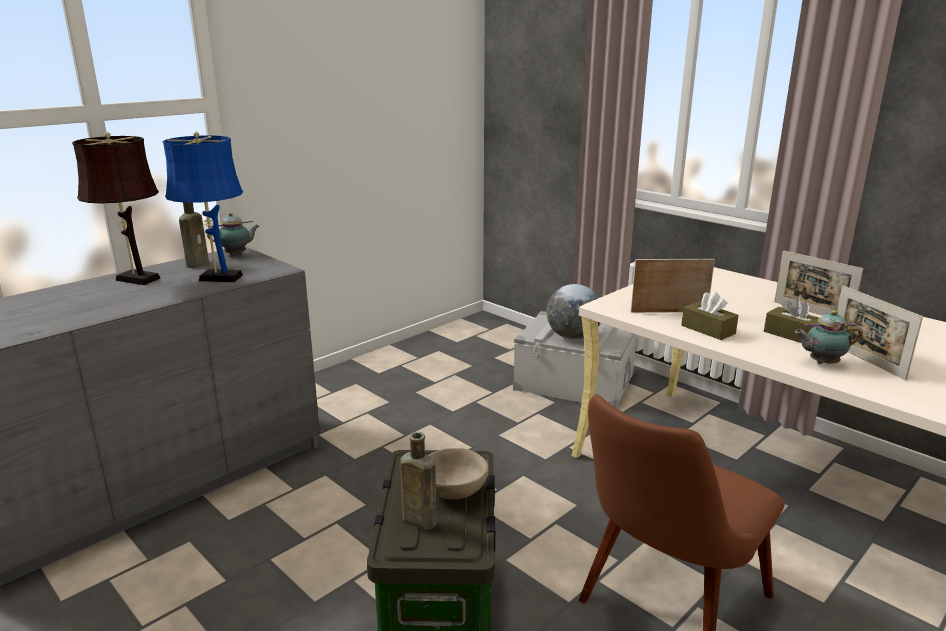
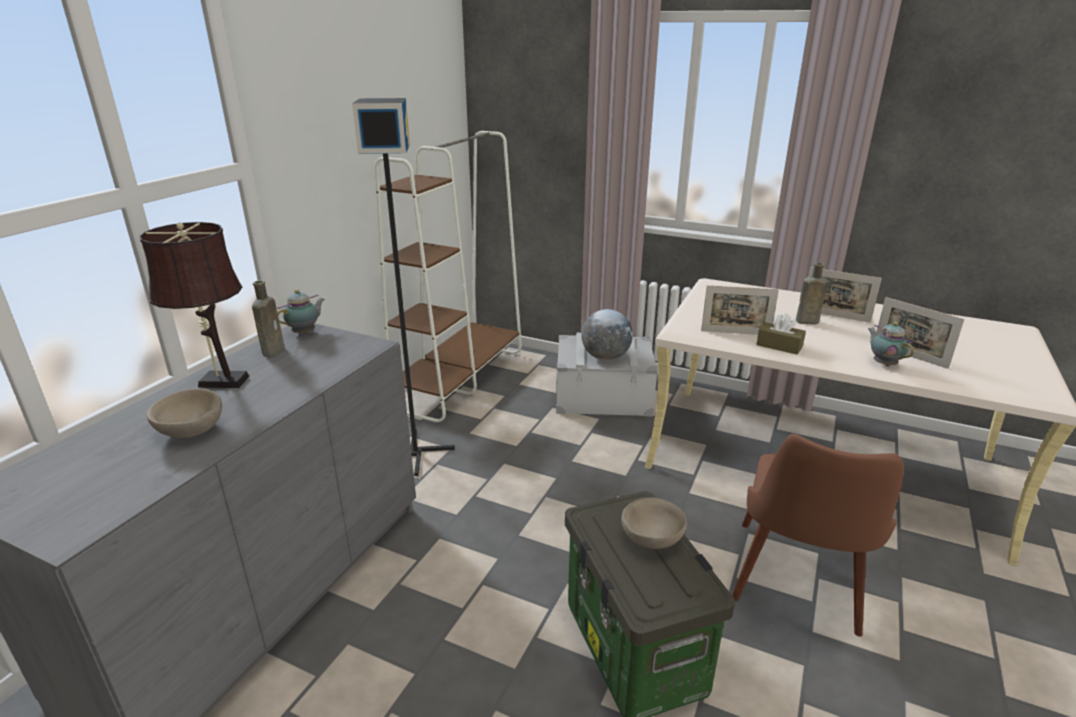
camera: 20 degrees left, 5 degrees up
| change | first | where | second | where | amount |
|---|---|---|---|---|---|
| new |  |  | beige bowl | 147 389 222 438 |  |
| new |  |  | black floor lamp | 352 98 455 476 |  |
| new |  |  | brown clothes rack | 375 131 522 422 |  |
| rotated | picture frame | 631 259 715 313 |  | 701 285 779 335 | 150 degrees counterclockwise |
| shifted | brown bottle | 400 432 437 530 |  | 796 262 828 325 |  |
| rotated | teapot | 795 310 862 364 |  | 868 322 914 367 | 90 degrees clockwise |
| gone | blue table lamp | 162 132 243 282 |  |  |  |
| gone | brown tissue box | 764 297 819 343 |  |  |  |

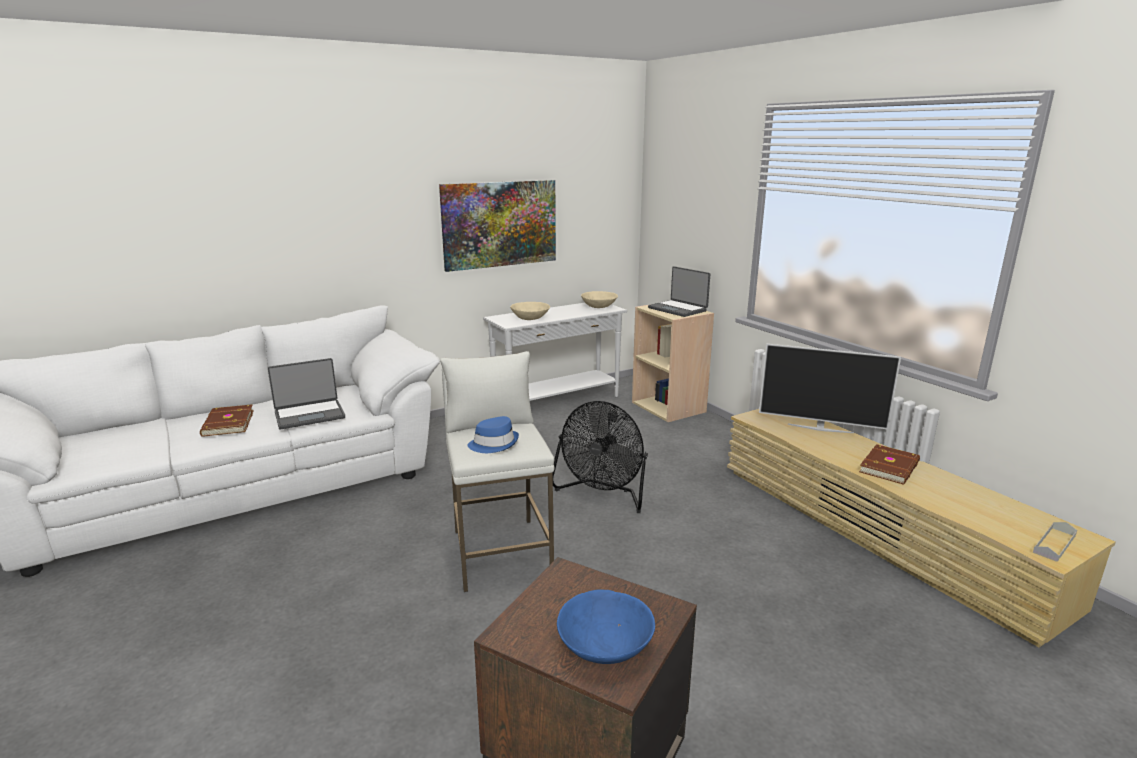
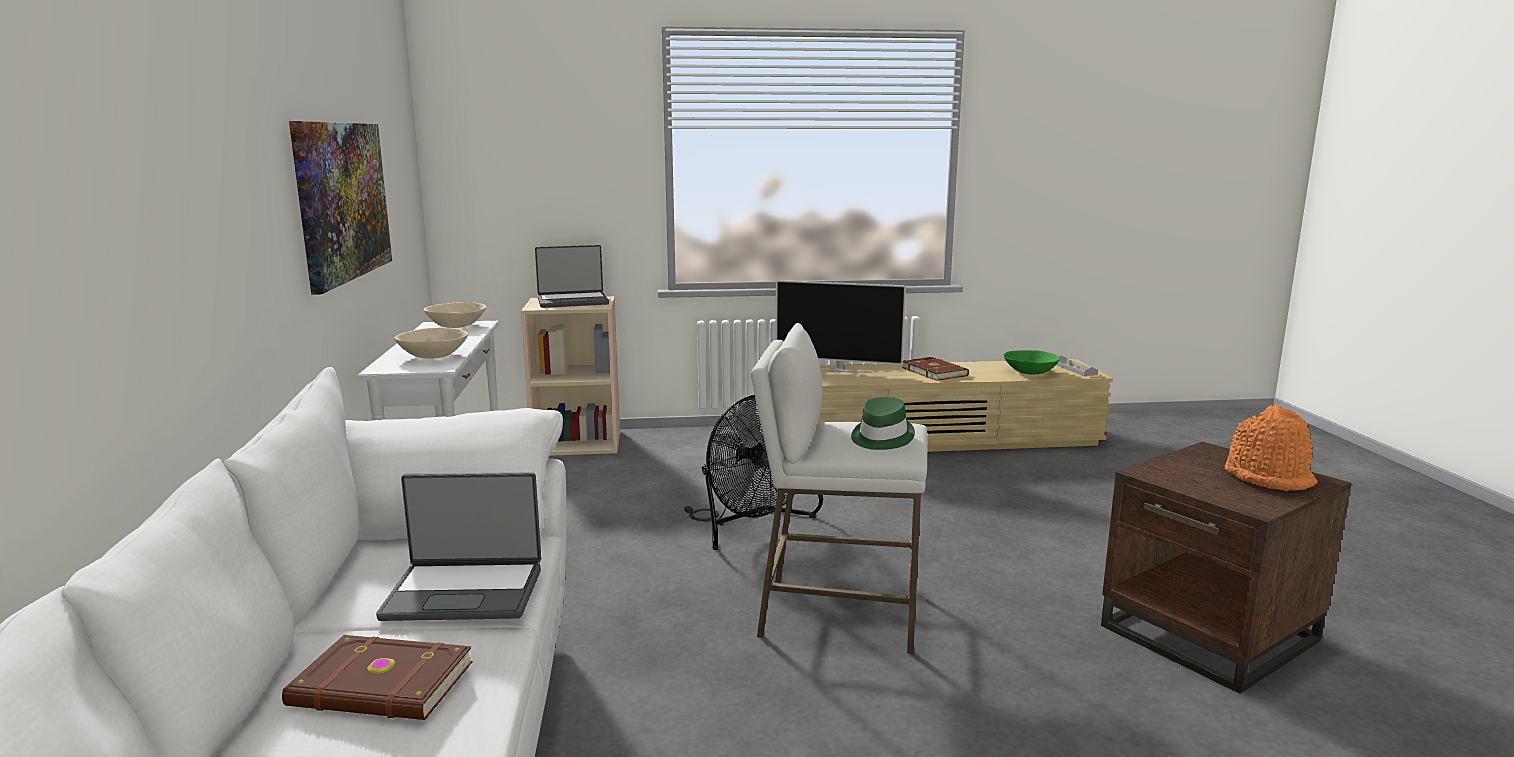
camera: 65 degrees left, 5 degrees down
| change | first | where | second | where | amount |
|---|---|---|---|---|---|
| rotated | laptop | 268 358 345 429 |  | 376 472 541 621 | 90 degrees clockwise |
| rotated | television | 759 344 901 433 |  | 776 280 906 373 | 60 degrees clockwise |
| repainted | blue hat | 468 416 519 453 | green hat | 851 397 915 450 |  |
| new |  |  | green bowl | 1003 350 1060 374 |  |
| swapped | blue bowl | 557 589 655 664 | orange hat | 1225 405 1318 491 |  |

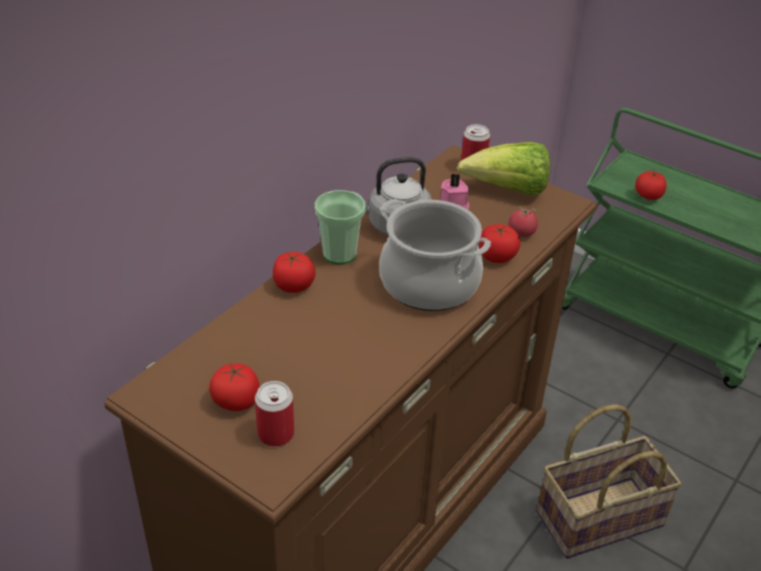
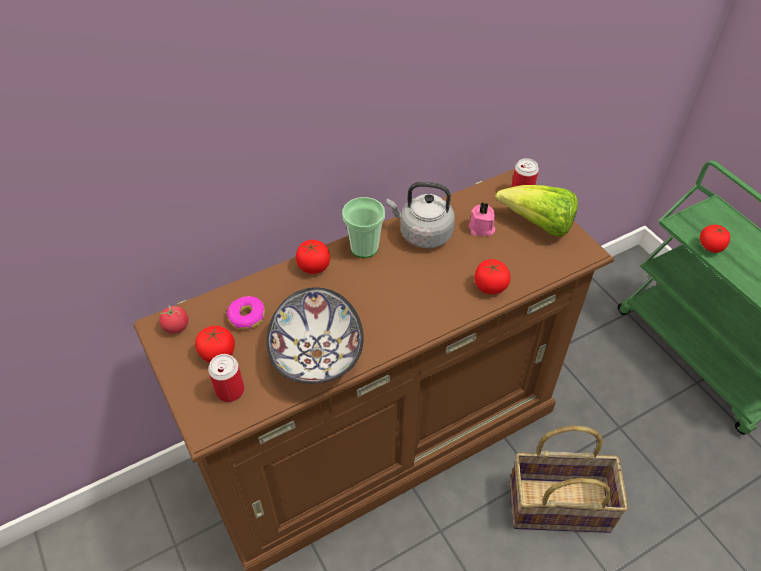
camera: 25 degrees right, 10 degrees up
| change | first | where | second | where | amount |
|---|---|---|---|---|---|
| shifted | tomato | 508 206 538 237 |  | 159 305 188 334 |  |
| new |  |  | donut | 227 296 265 330 |  |
| new |  |  | bowl | 267 287 364 383 |  |
| gone | cooking pot | 379 199 491 311 |  |  |  |

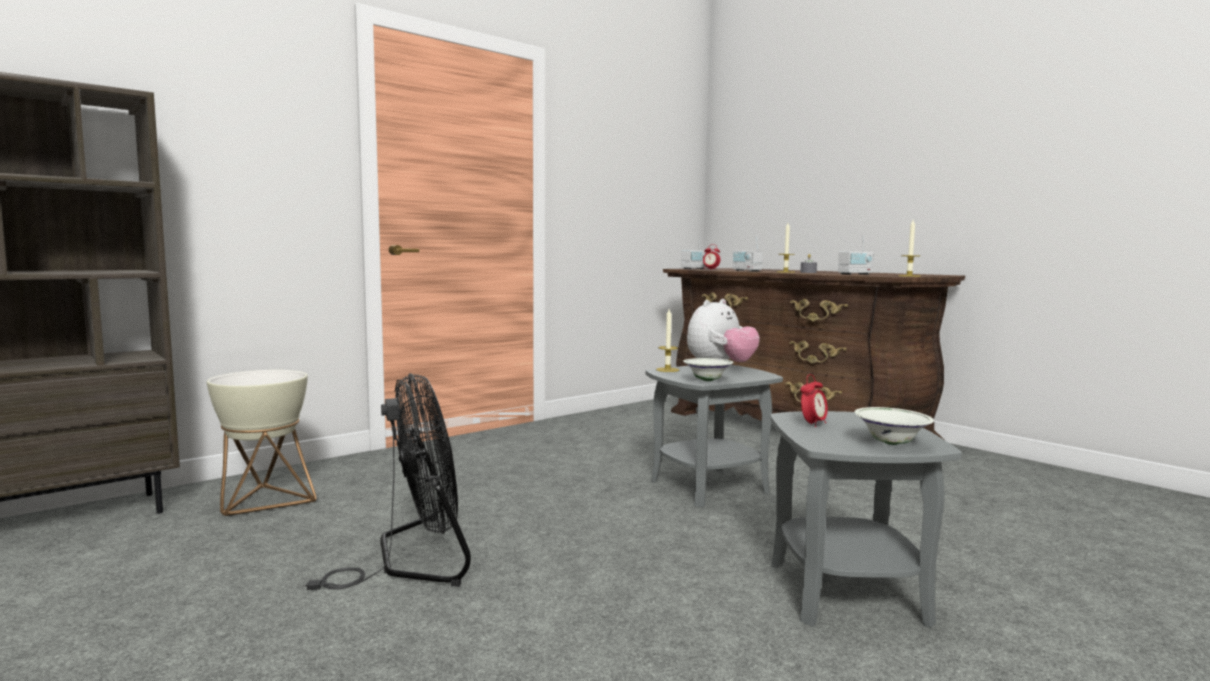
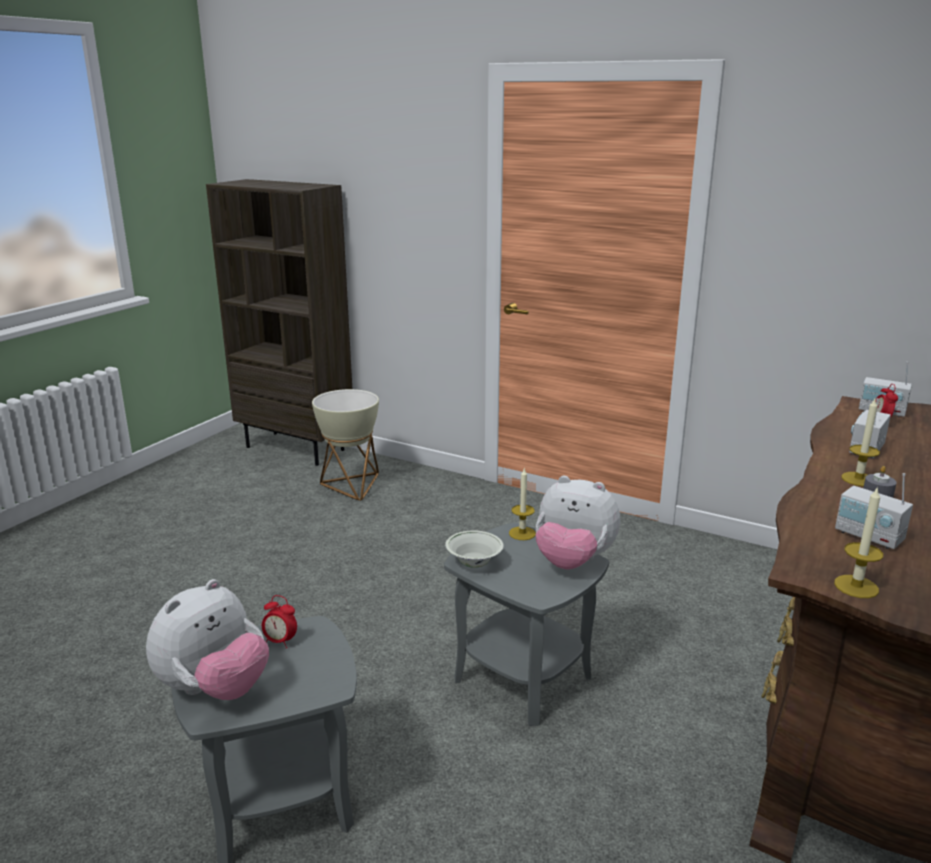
camera: 70 degrees right, 15 degrees up
| change | first | where | second | where | amount |
|---|---|---|---|---|---|
| swapped | white bowl | 854 407 934 445 | plush toy | 146 579 269 700 |  |
| gone | black fan | 303 373 471 590 |  |  |  |

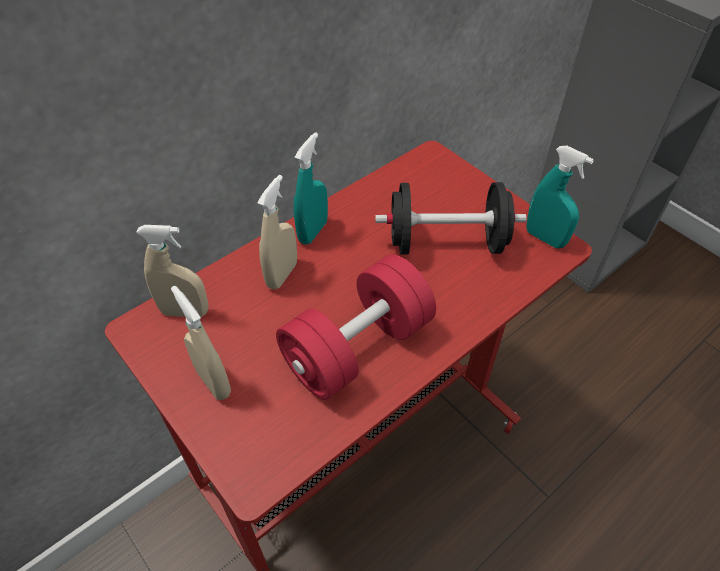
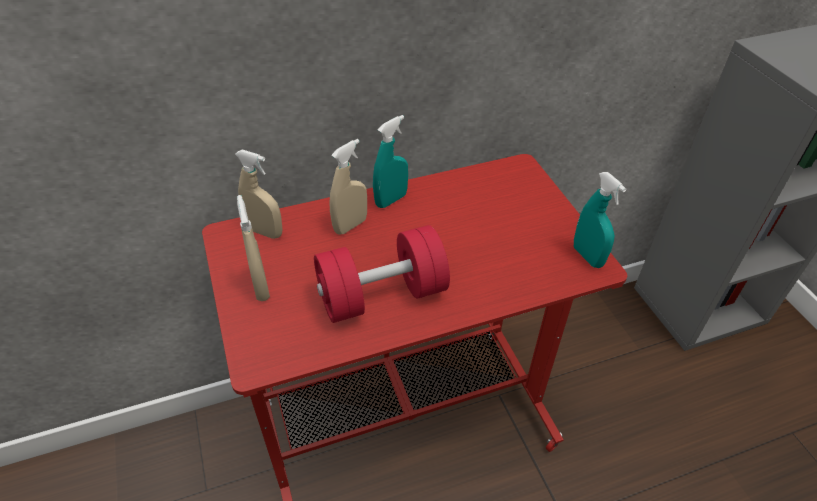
camera: 20 degrees right, 5 degrees down
| change | first | where | second | where | amount |
|---|---|---|---|---|---|
| gone | black dumbbell | 375 182 527 254 |  |  |  |

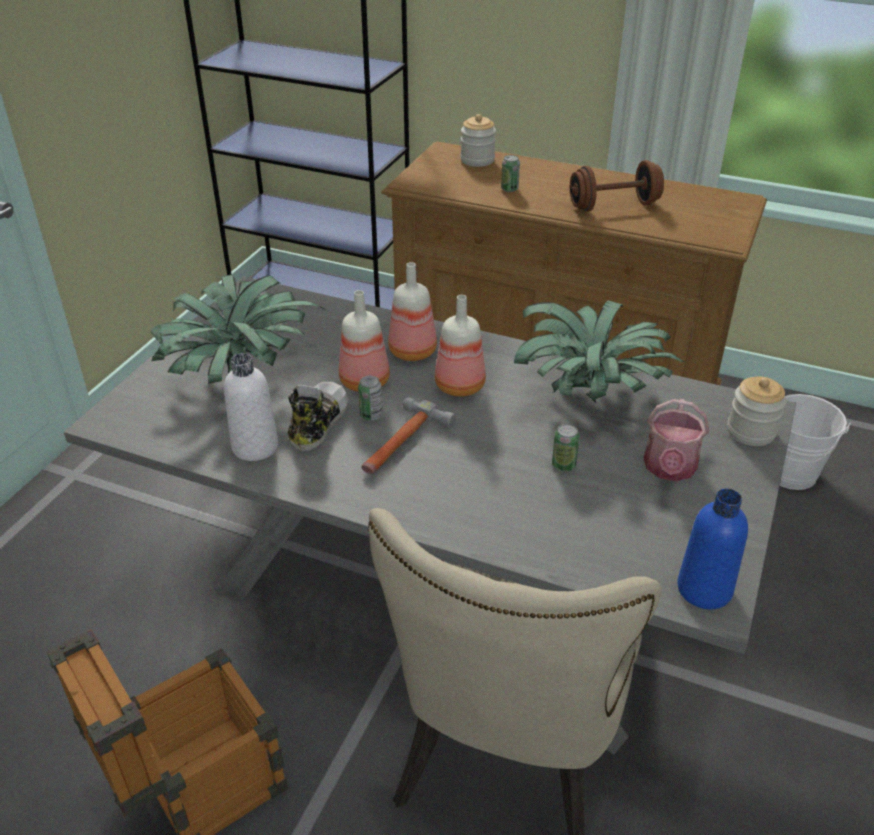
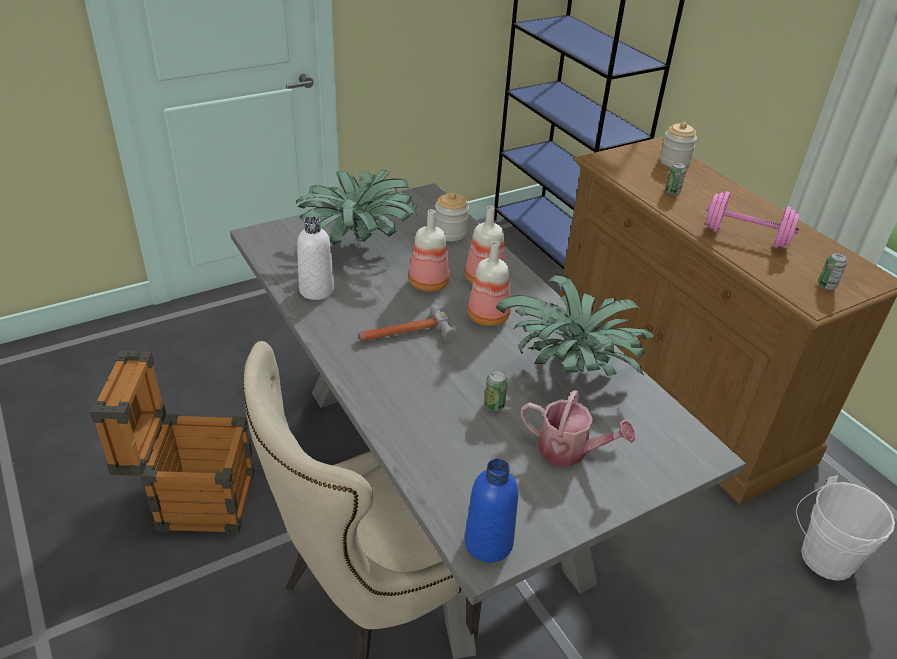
camera: 35 degrees right, 0 degrees up
| change | first | where | second | where | amount |
|---|---|---|---|---|---|
| shifted | jar | 727 377 786 446 |  | 435 193 469 241 |  |
| rotated | watering can | 643 399 709 481 |  | 520 390 635 466 | 120 degrees counterclockwise |
| repainted | brown dumbbell | 570 160 664 211 | pink dumbbell | 706 191 800 248 |  |
| shifted | can | 358 376 383 421 |  | 818 253 847 290 |  |
| gone | shoe | 288 382 348 451 |  |  |  |

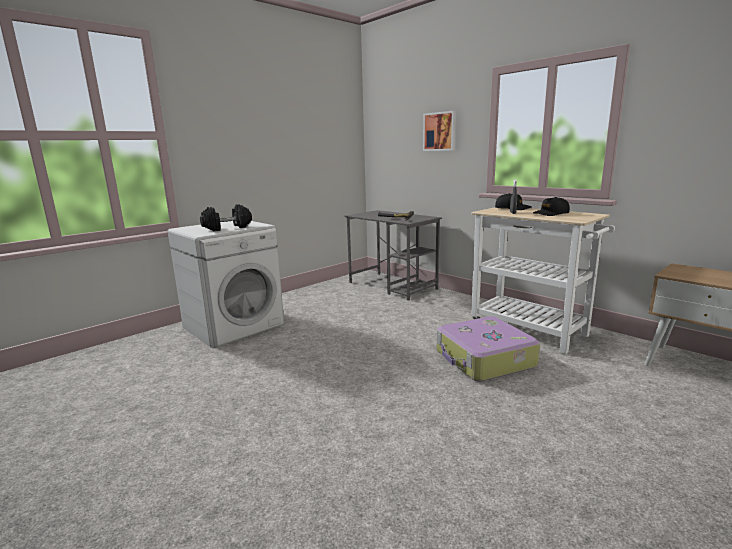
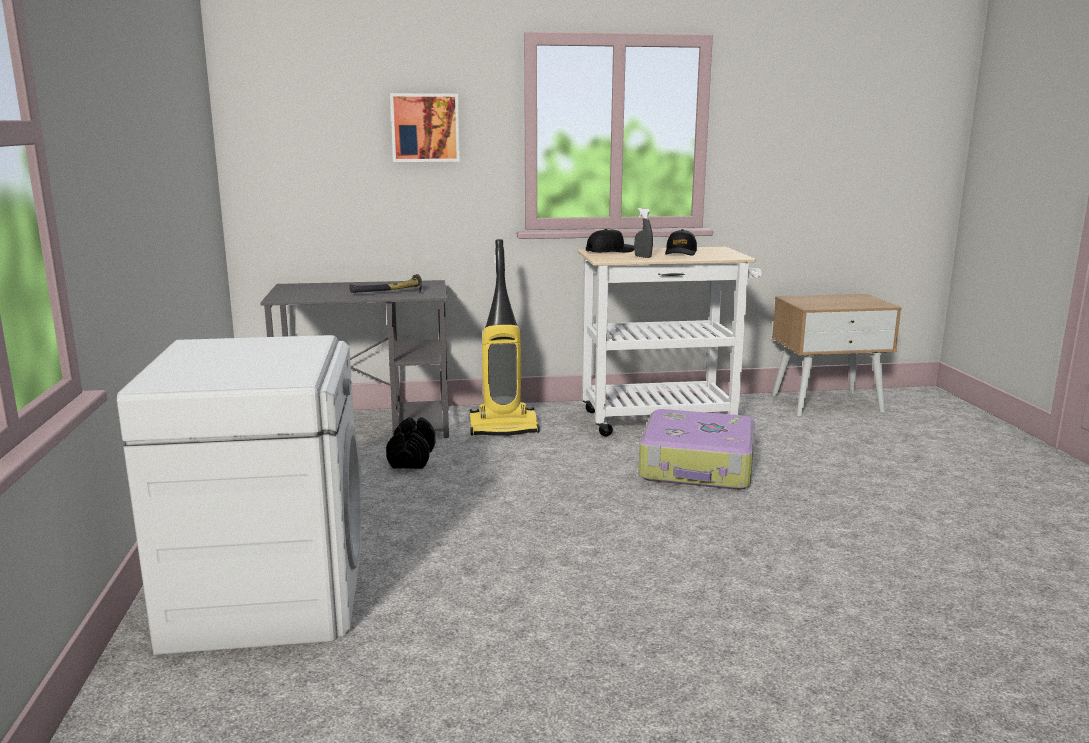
camera: 55 degrees left, 0 degrees up
| change | first | where | second | where | amount |
|---|---|---|---|---|---|
| shifted | black dumbbell | 200 204 252 231 |  | 386 417 436 469 |  |
| new |  |  | vacuum cleaner | 470 239 540 436 |  |

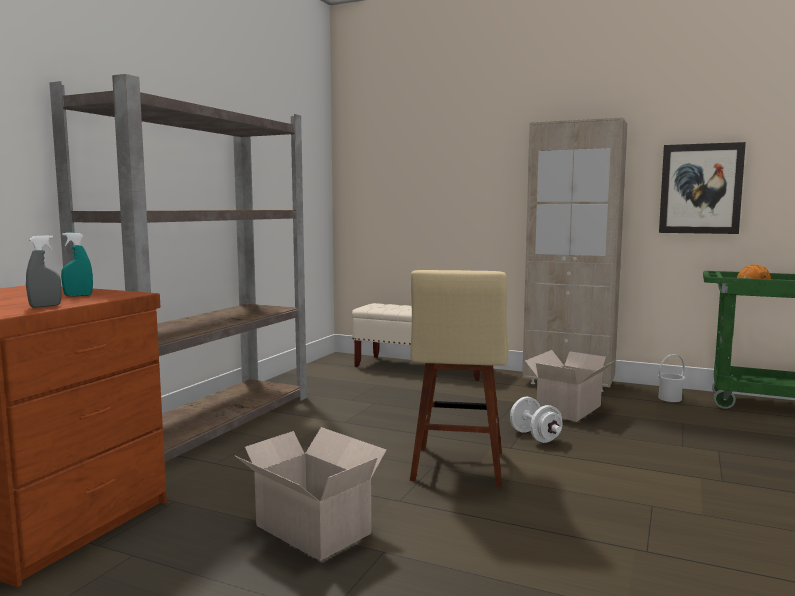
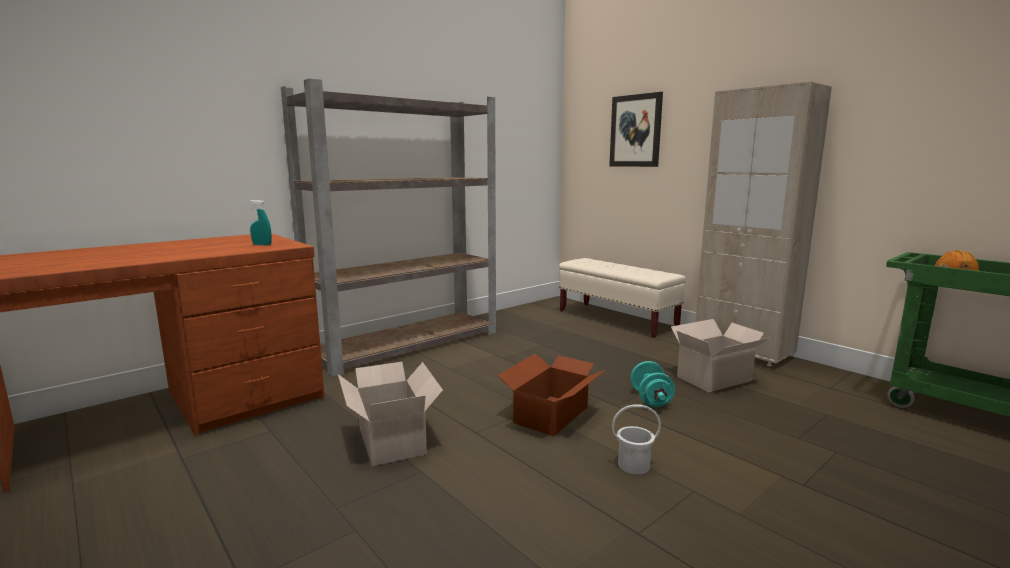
camera: 25 degrees right, 5 degrees up
| change | first | where | second | where | amount |
|---|---|---|---|---|---|
| swapped | beige stool | 410 270 509 487 | cardboard box | 497 353 605 436 |  |
| shifted | picture | 659 142 746 234 |  | 609 92 663 167 |  |
| shifted | white bucket | 658 354 685 402 |  | 612 405 661 474 |  |
| repainted | white dumbbell | 510 397 563 443 | turquoise dumbbell | 630 361 675 407 |  |
| gone | grey spray bottle | 26 235 61 308 |  |  |  |

